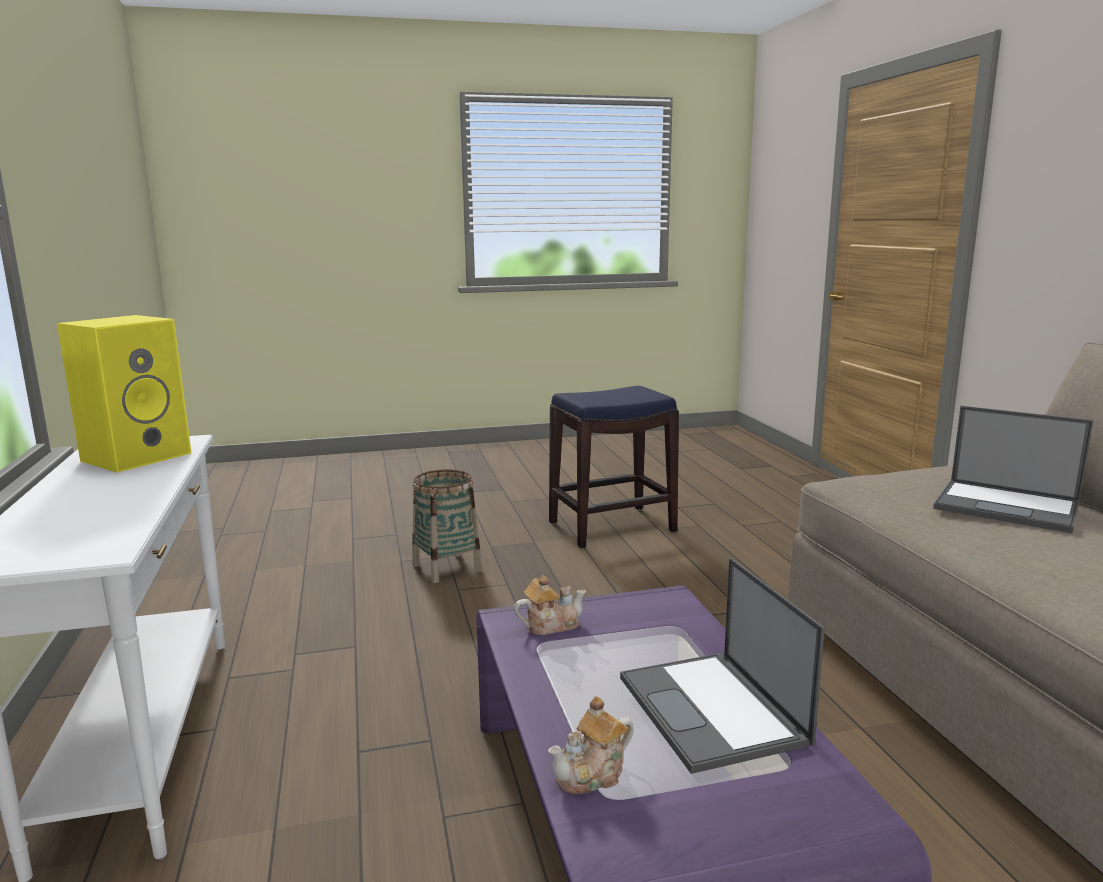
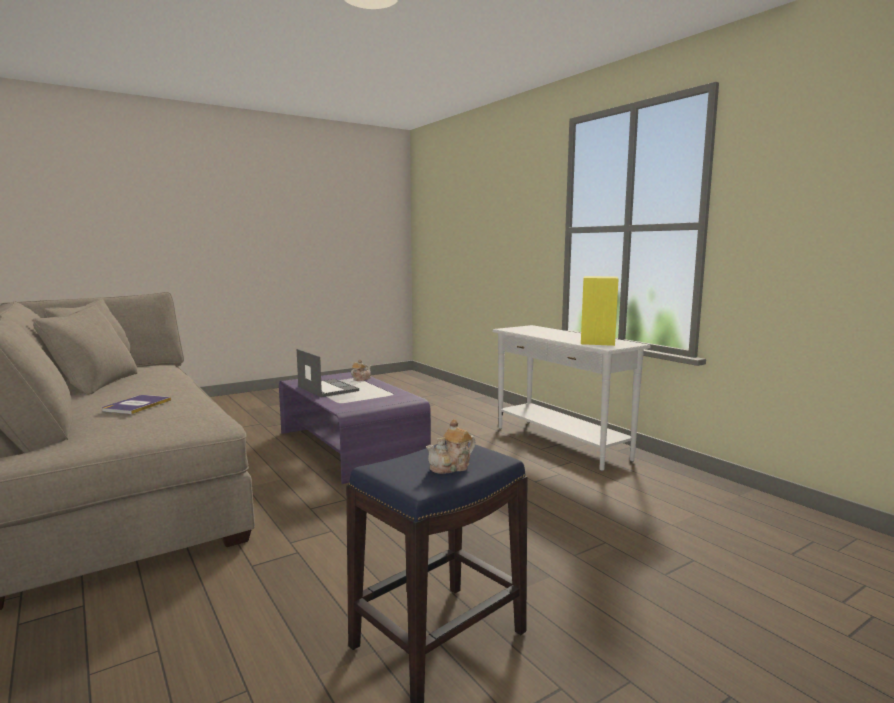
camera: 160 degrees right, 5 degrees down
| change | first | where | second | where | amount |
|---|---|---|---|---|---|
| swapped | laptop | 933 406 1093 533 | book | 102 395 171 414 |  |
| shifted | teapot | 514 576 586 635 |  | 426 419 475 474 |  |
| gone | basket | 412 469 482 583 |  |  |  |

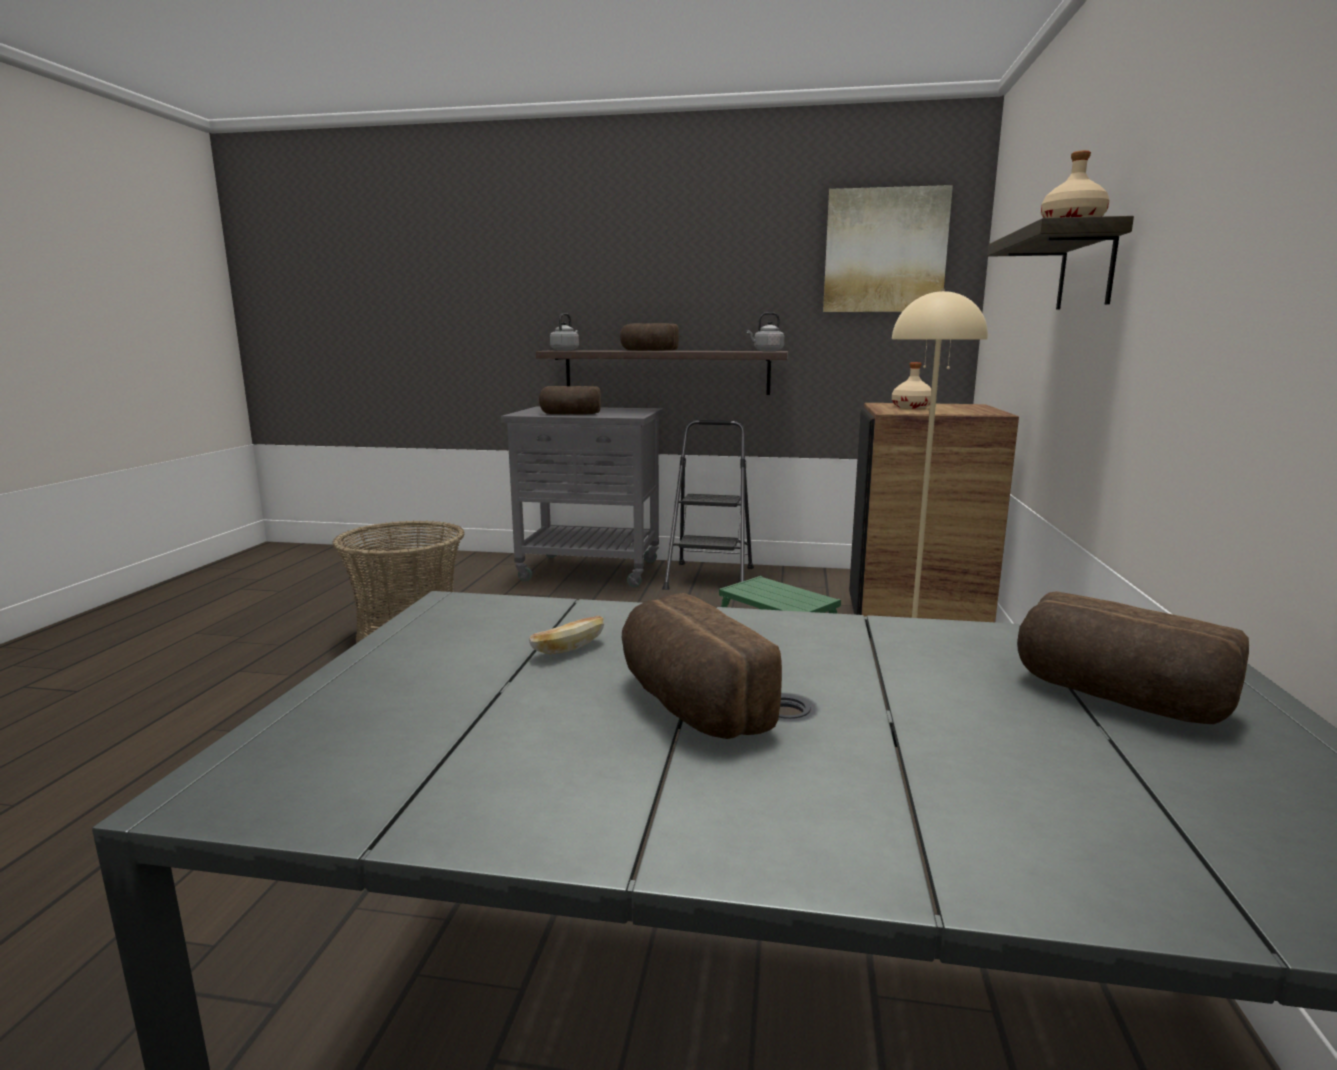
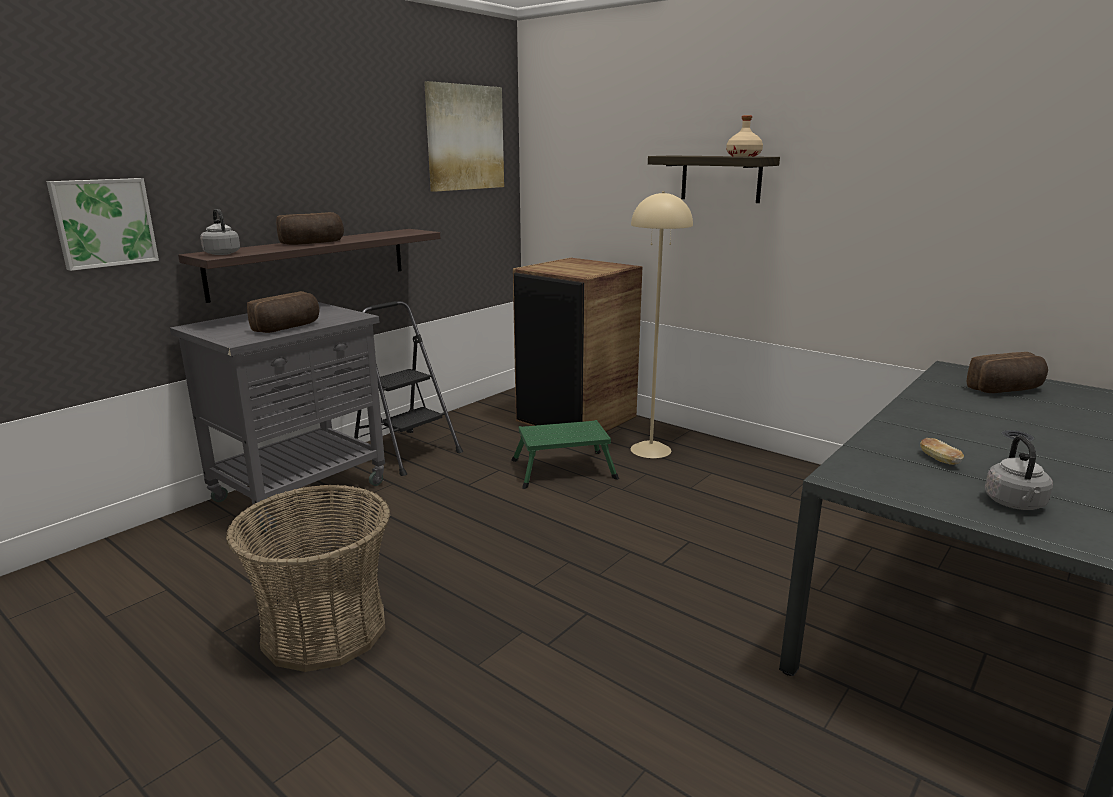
camera: 60 degrees left, 5 degrees up
| change | first | where | second | where | amount |
|---|---|---|---|---|---|
| new |  |  | picture | 46 178 159 271 |  |
| shifted | grey kettle | 747 312 784 351 |  | 984 435 1053 510 |  |
| gone | bread | 622 593 782 739 |  |  |  |
| gone | beige bottle | 892 362 932 409 |  |  |  |

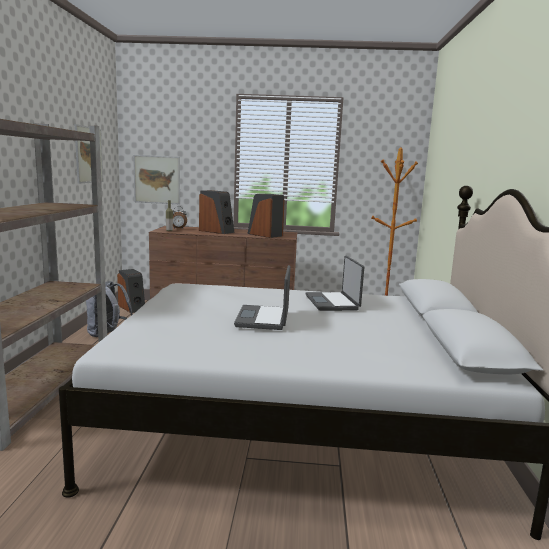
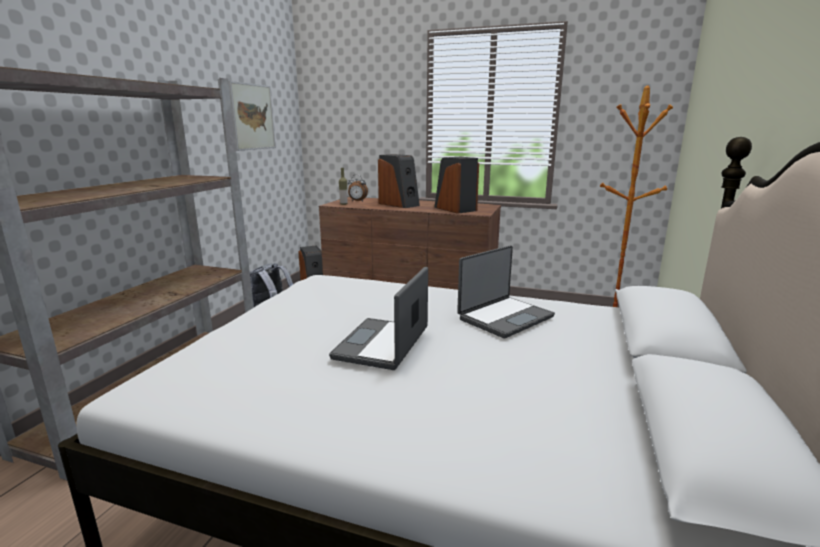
camera: 15 degrees right, 5 degrees up
| change | first | where | second | where | amount |
|---|---|---|---|---|---|
| rotated | laptop | 305 256 364 311 |  | 457 245 555 338 | 135 degrees counterclockwise |
| gone | picture | 133 155 180 204 |  |  |  |

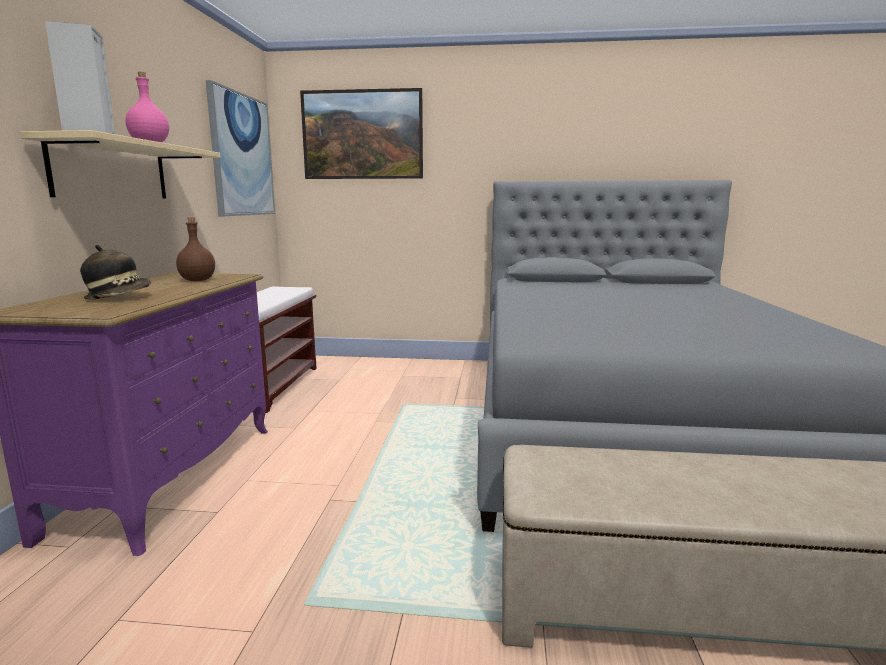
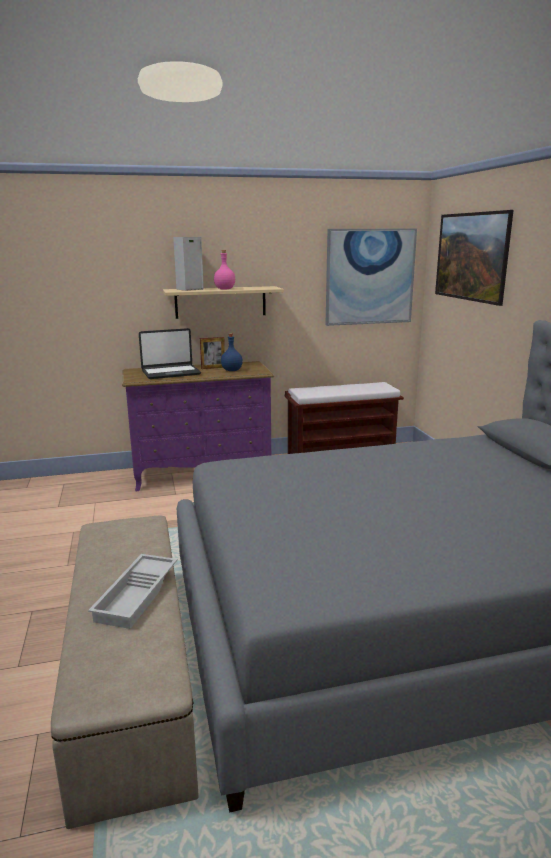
camera: 70 degrees right, 5 degrees up
| change | first | where | second | where | amount |
|---|---|---|---|---|---|
| new |  |  | white tray | 88 554 177 629 |  |
| swapped | hat | 80 245 151 300 | laptop | 139 328 201 379 |  |
| new |  |  | picture frame | 200 337 225 369 |  |
| repainted | brown bottle | 176 217 215 281 | blue bottle | 221 334 243 371 |  |

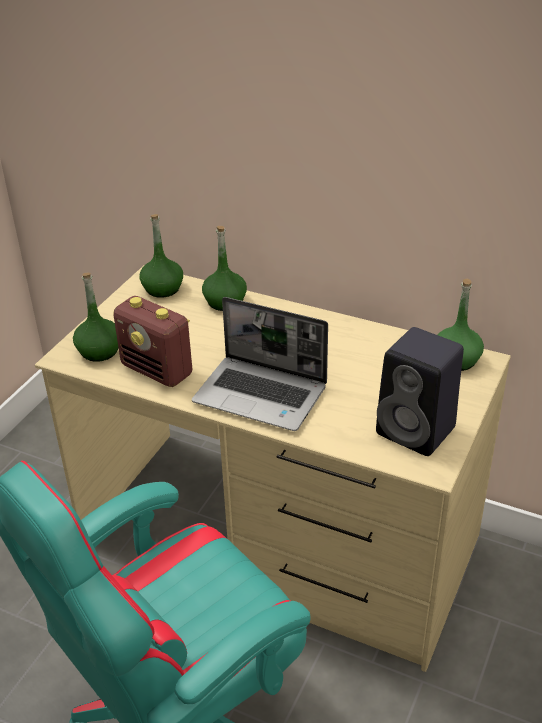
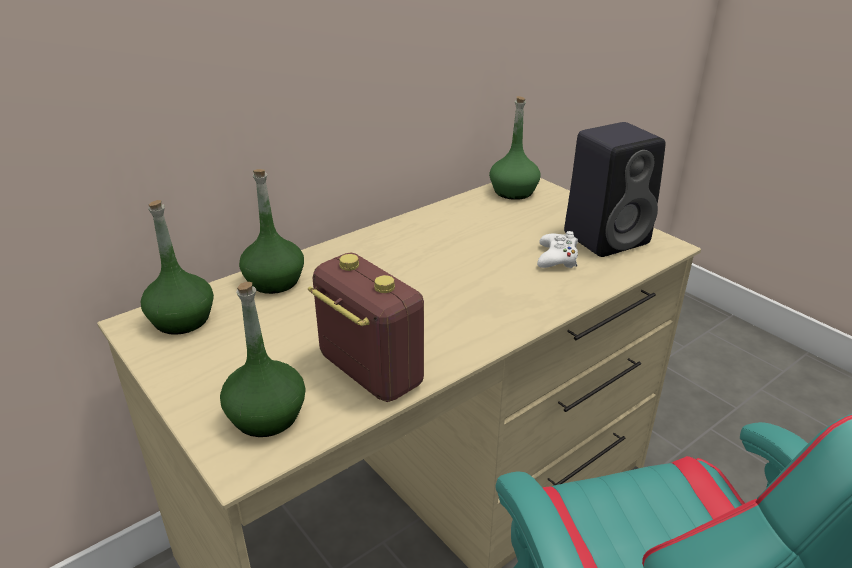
camera: 65 degrees left, 5 degrees down
| change | first | where | second | where | amount |
|---|---|---|---|---|---|
| rotated | radio | 114 296 192 387 |  | 308 253 424 402 | 105 degrees counterclockwise |
| new |  |  | white game controller | 537 231 578 268 |  |
| gone | laptop | 192 297 328 431 |  |  |  |

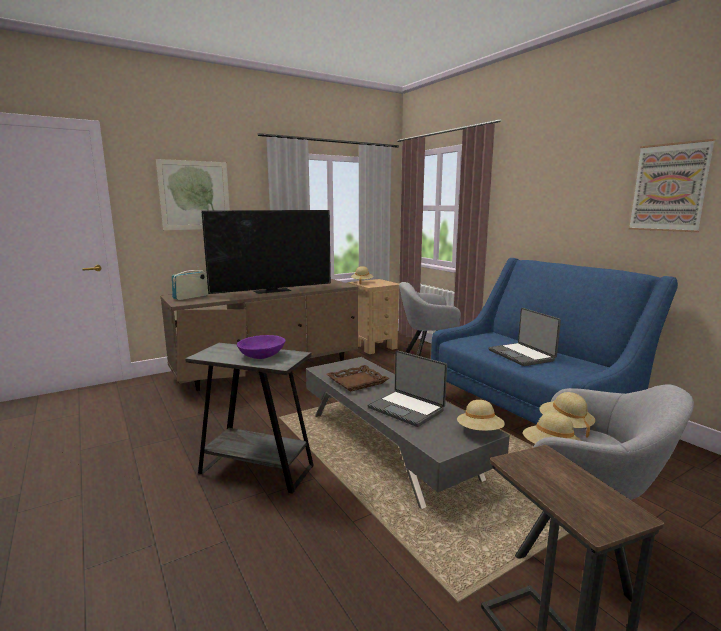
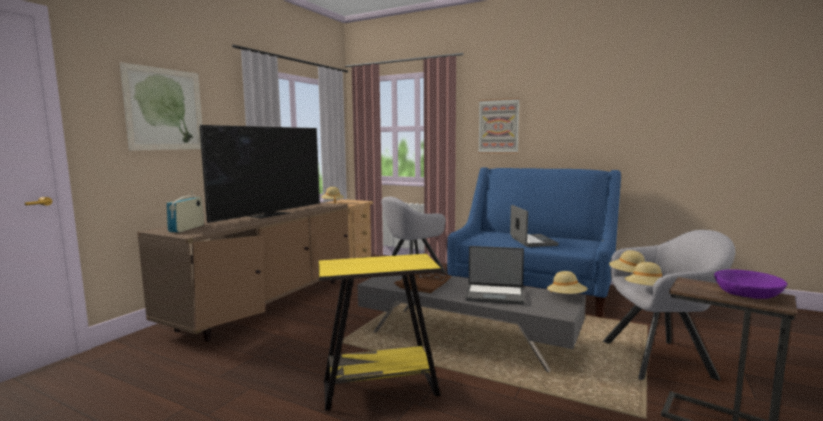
camera: 30 degrees left, 5 degrees down
| change | first | where | second | where | amount |
|---|---|---|---|---|---|
| repainted | grey side table | 185 343 314 494 | yellow side table | 319 254 441 411 |  |
| shifted | picture | 629 139 715 232 |  | 478 98 520 154 |  |
| rotated | laptop | 488 308 561 366 |  | 510 205 559 247 | 135 degrees counterclockwise |
| shifted | purple bowl | 237 335 285 359 |  | 714 269 788 299 |  |

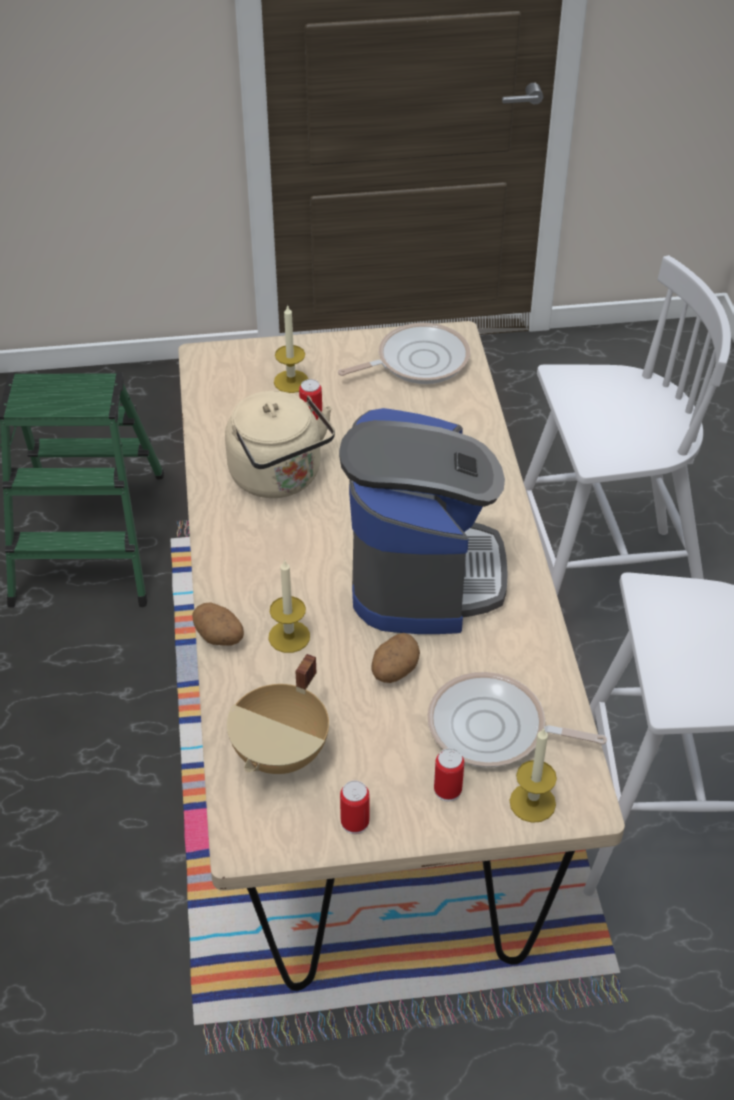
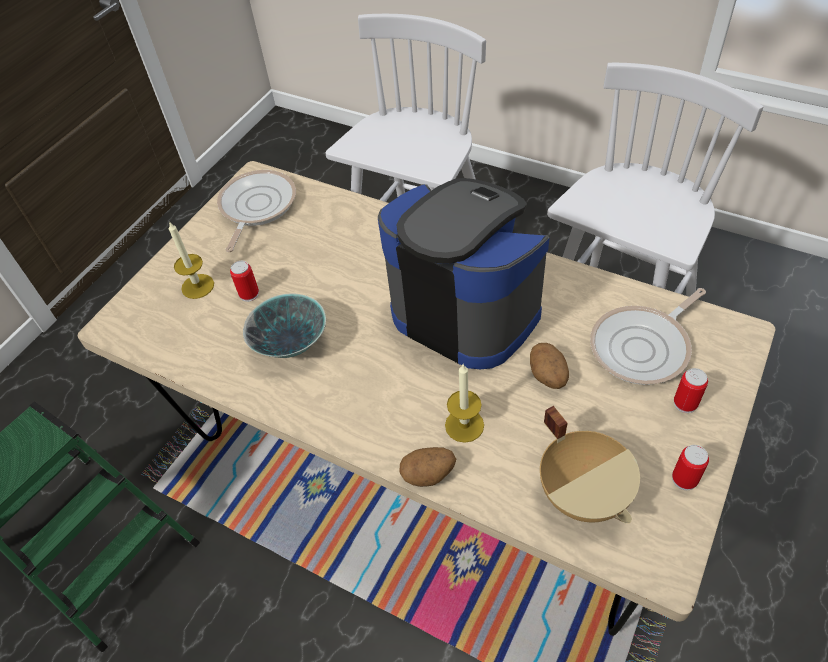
camera: 50 degrees left, 5 degrees up
| change | first | where | second | where | amount |
|---|---|---|---|---|---|
| swapped | beige kettle | 225 391 335 498 | bowl | 243 293 326 358 |  |
| gone | candle | 509 727 557 823 |  |  |  |

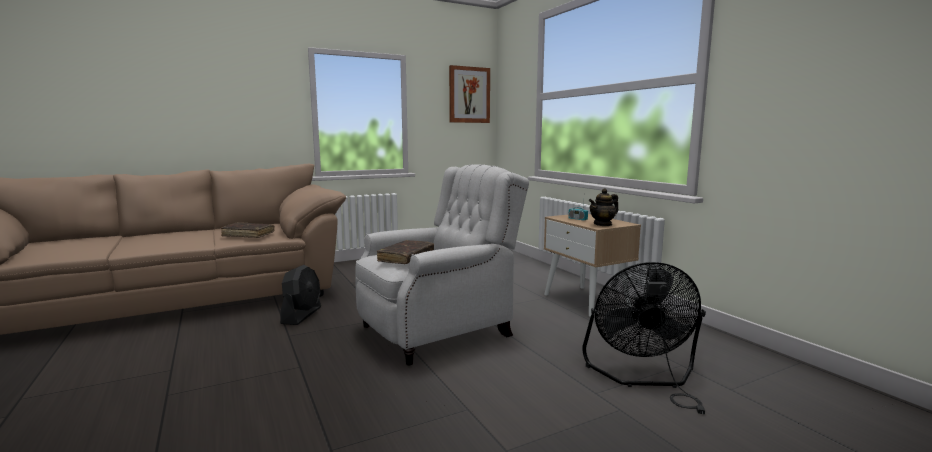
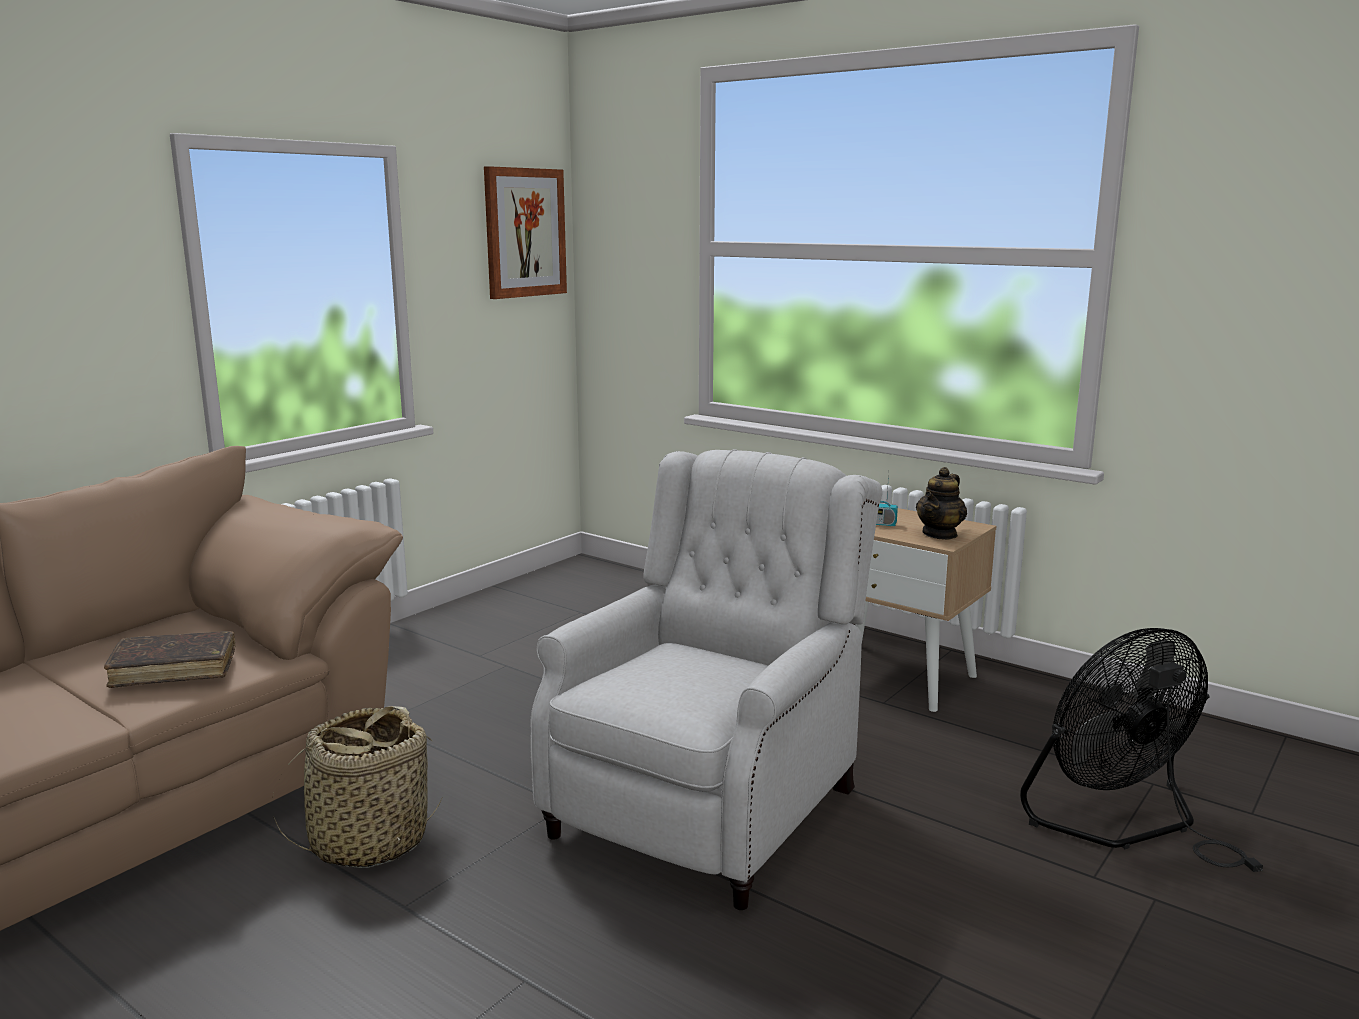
camera: 25 degrees left, 5 degrees up
| change | first | where | second | where | amount |
|---|---|---|---|---|---|
| swapped | black fan | 280 265 321 325 | basket | 272 706 444 868 |  |
| gone | brown book | 377 240 434 264 |  |  |  |

